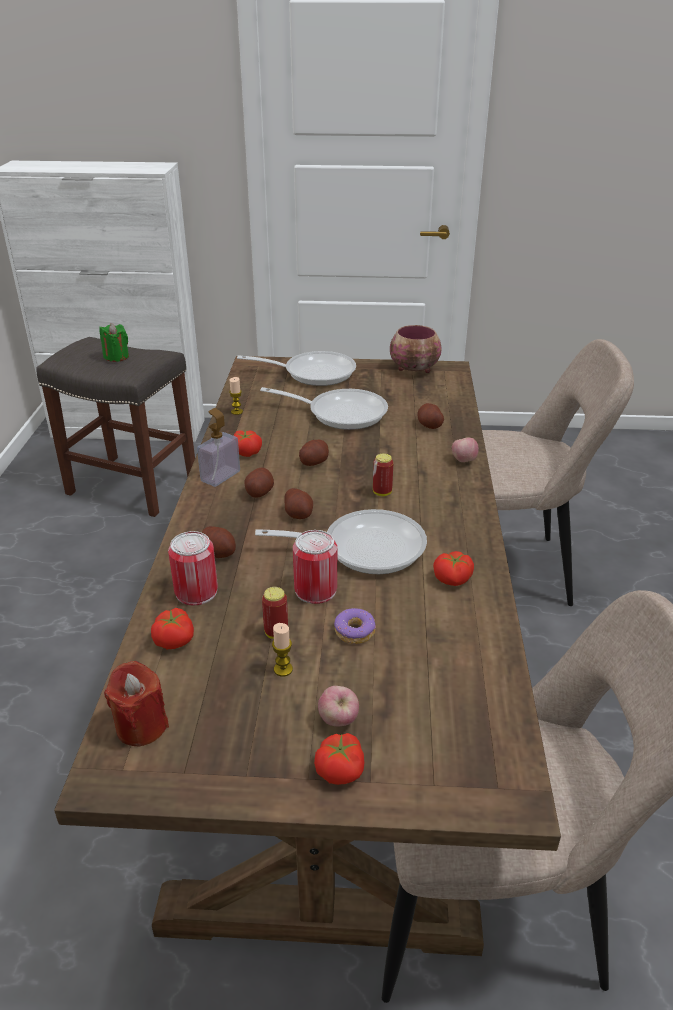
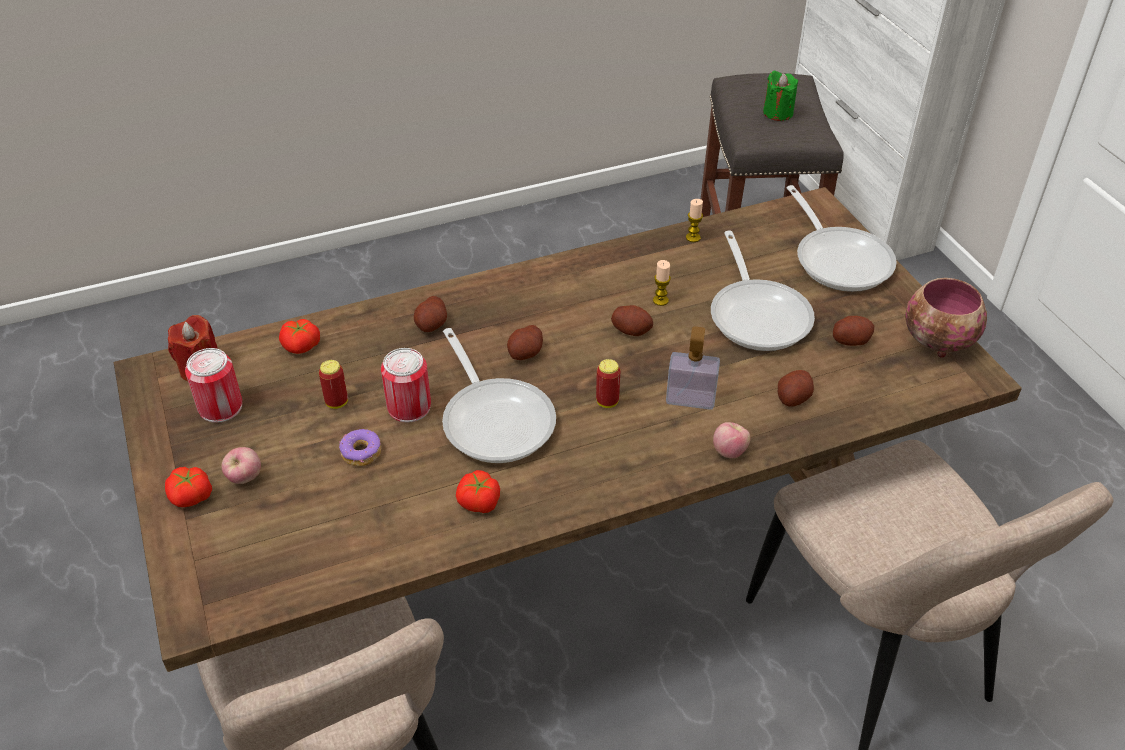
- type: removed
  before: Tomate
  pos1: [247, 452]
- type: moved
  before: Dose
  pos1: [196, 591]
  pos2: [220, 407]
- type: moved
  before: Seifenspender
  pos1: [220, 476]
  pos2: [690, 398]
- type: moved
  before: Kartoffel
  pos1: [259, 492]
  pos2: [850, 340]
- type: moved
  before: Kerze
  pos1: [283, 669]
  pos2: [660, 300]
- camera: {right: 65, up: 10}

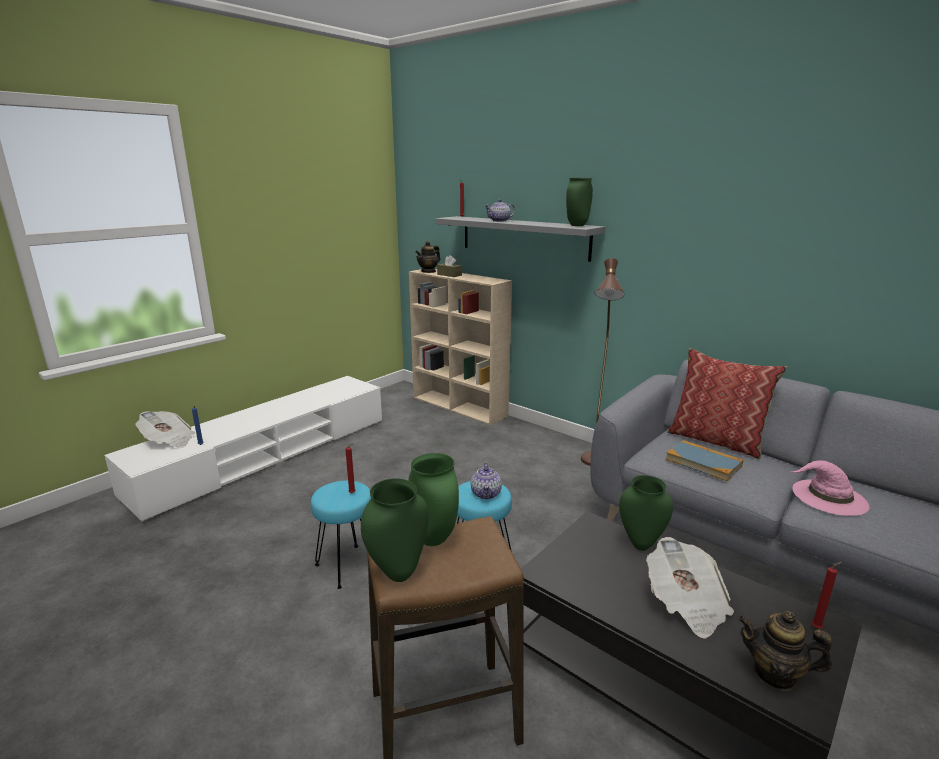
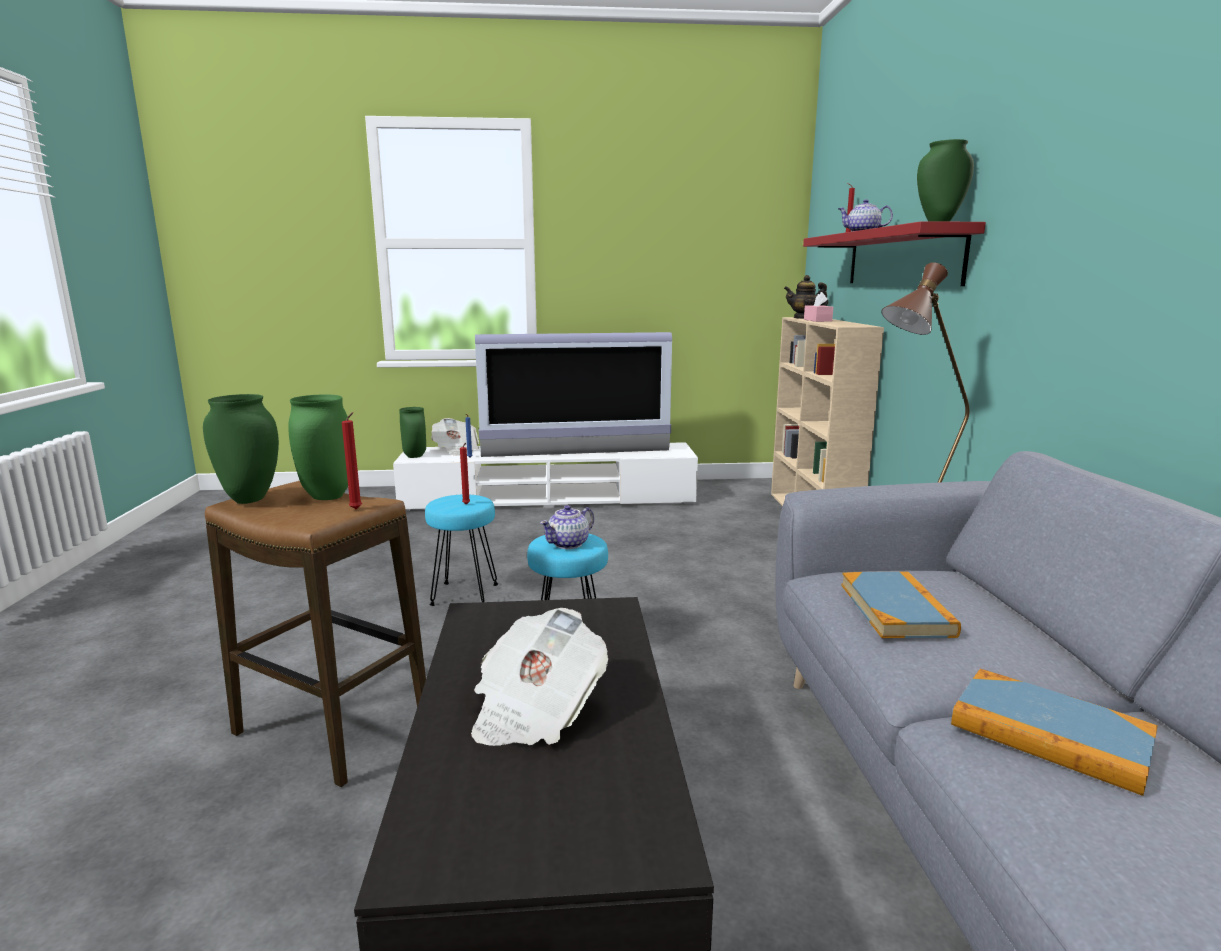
- type: removed
  before: Kissen
  pos1: [716, 440]
- type: removed
  before: Teekanne
  pos1: [775, 674]
- type: added
  after: Fernseher
  pos2: [576, 453]
- type: moved
  before: Vase [grün]
  pos1: [640, 545]
  pos2: [414, 456]
- type: moved
  before: Kerze [rot]
  pos1: [817, 628]
  pos2: [357, 509]
- type: replaced
  before: Hut [rosa]
  after: Buch
  pos1: [828, 497]
  pos2: [1050, 734]
- type: recoloured
  before: Wandregal [grau]
  after: Wandregal [rot]
  pos1: [523, 237]
  pos2: [901, 258]
- type: recoloured
  before: Taschentuchbox [braun]
  after: Taschentuchbox [rosa]
  pos1: [449, 275]
  pos2: [817, 320]
- camera: {right: 45, up: -5}

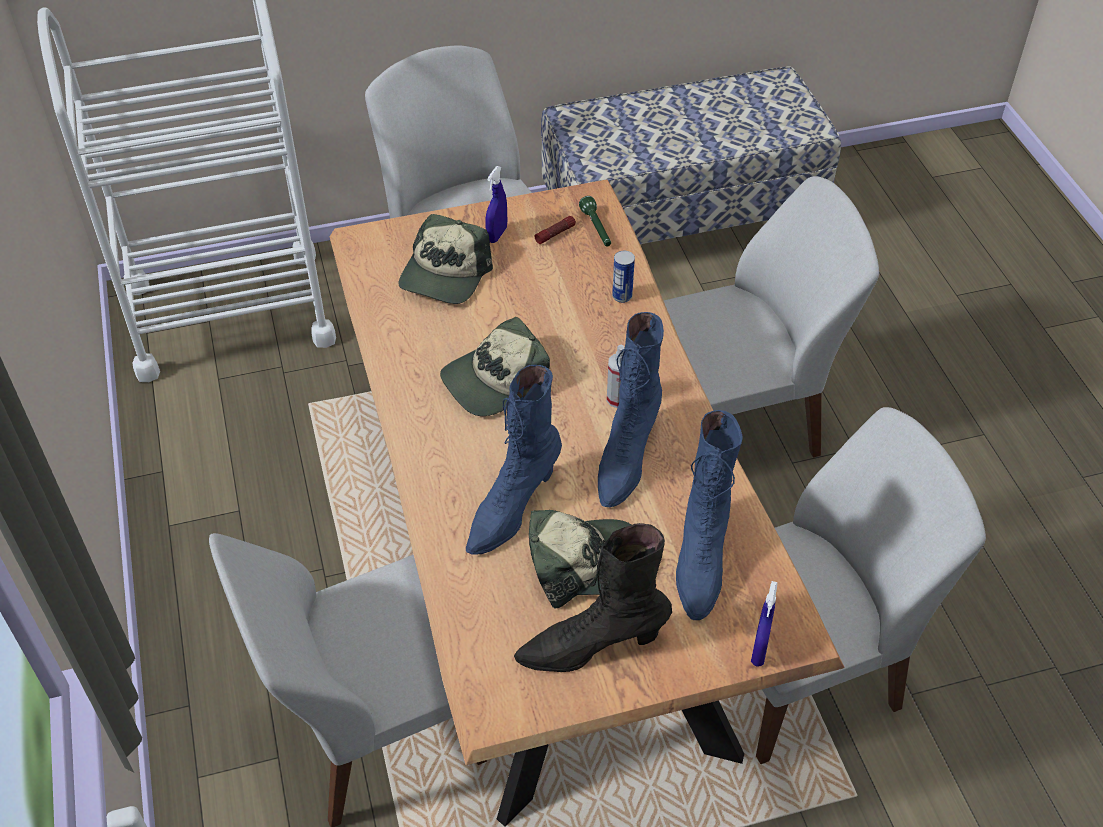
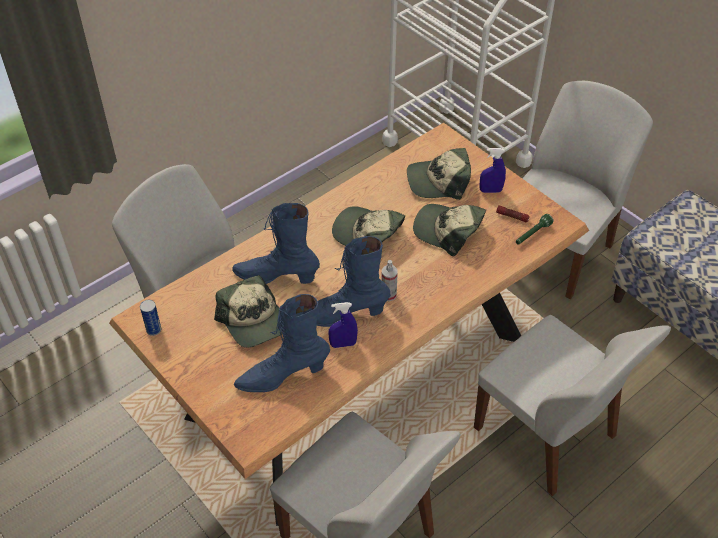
- type: removed
  before: Stiefel [schwarz]
  pos1: [591, 646]
- type: added
  after: Kappe
  pos2: [448, 231]
- type: moved
  before: Dose
  pos1: [622, 296]
  pos2: [154, 330]
- type: moved
  before: Sprühflasche [blau]
  pos1: [759, 650]
  pos2: [343, 344]
- camera: {right: 65, up: 0}

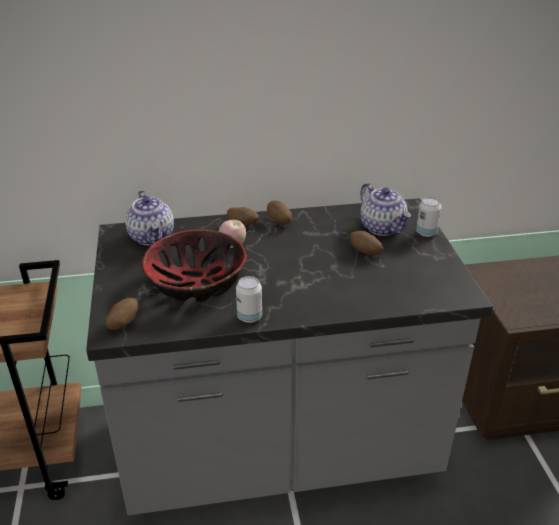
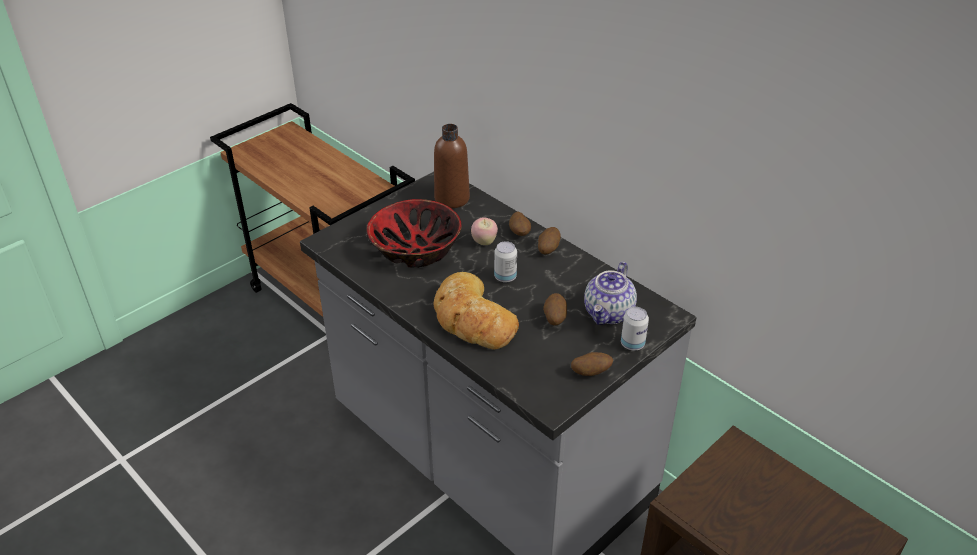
- type: added
  after: Brot
  pos2: [472, 319]
- type: moved
  before: Kartoffel
  pos1: [123, 323]
  pos2: [591, 372]
- type: moved
  before: Dose
  pos1: [249, 317]
  pos2: [505, 277]
- type: replaced
  before: Teekanne
  after: Flasche [braun]
  pos1: [152, 237]
  pos2: [452, 198]
- camera: {right: 55, up: 5}

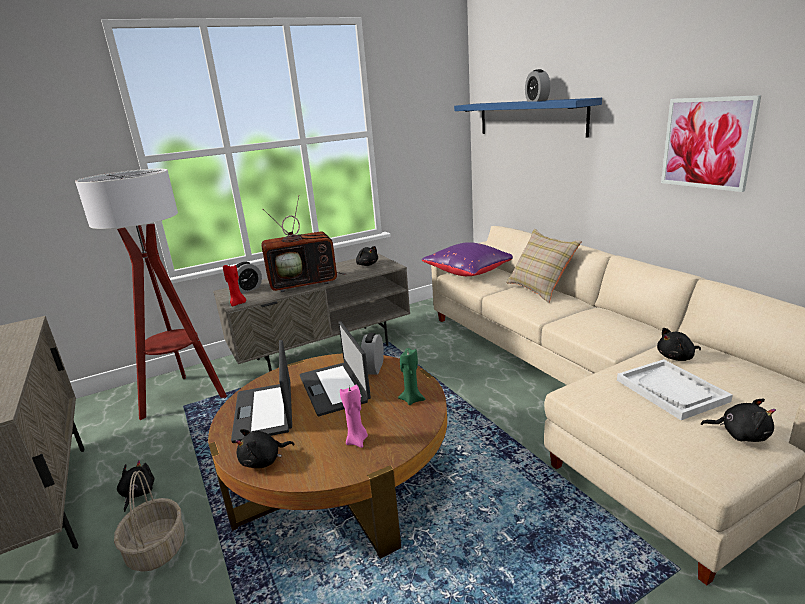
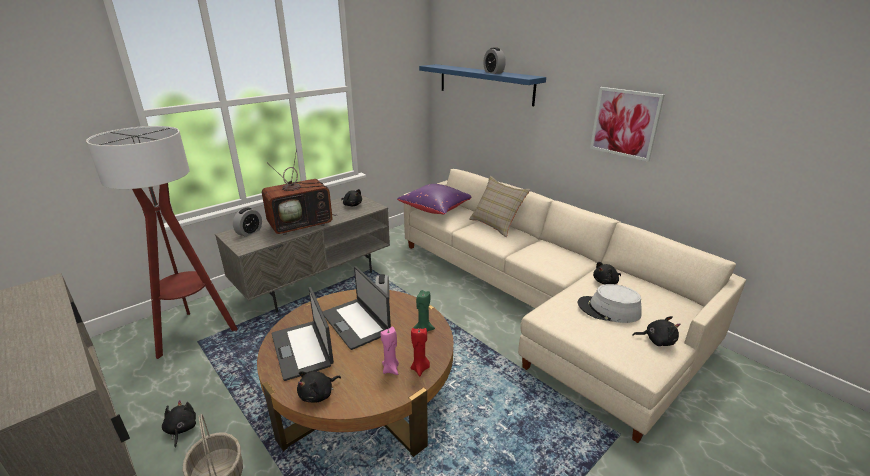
- type: moved
  before: Kerze [rot]
  pos1: [238, 303]
  pos2: [420, 368]
- type: replaced
  before: Tablett [weiß]
  after: Hut [grau]
  pos1: [671, 390]
  pos2: [608, 310]
- camera: {right: -15, up: 5}

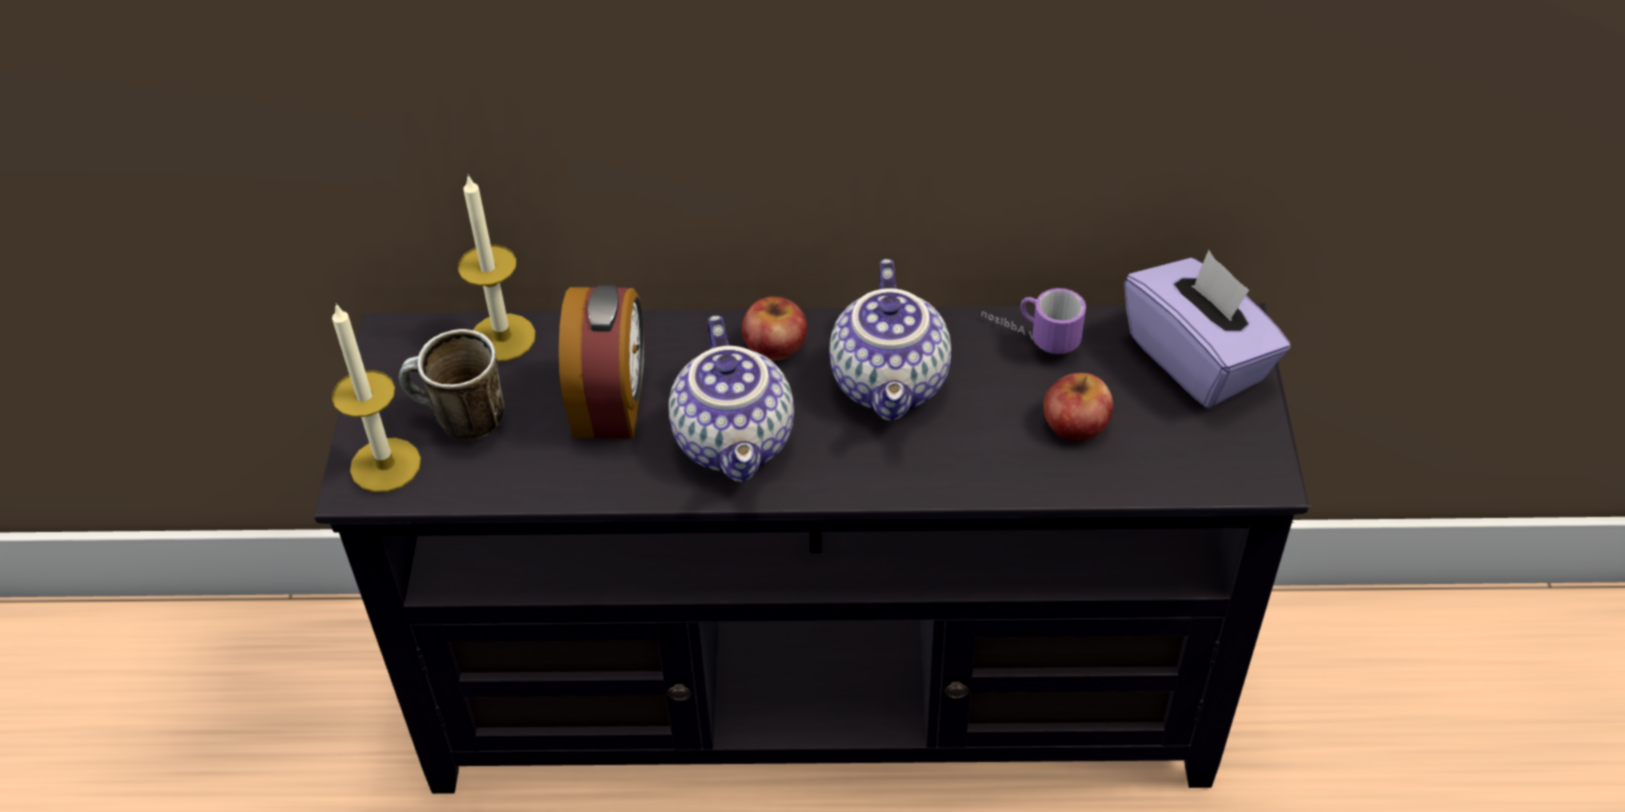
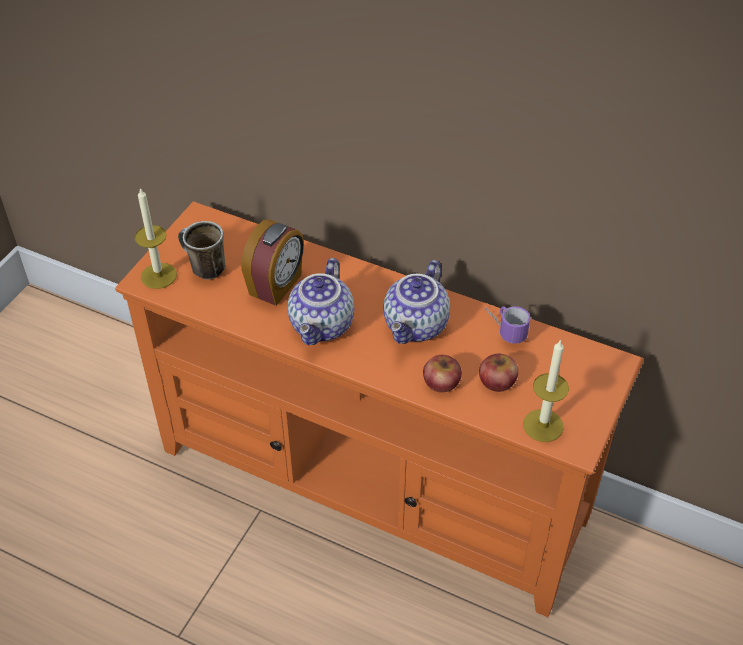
- type: removed
  before: Taschentuchbox [lila]
  pos1: [1198, 359]
- type: moved
  before: Kerze
  pos1: [502, 337]
  pos2: [543, 425]
- type: moved
  before: Apfel
  pos1: [775, 344]
  pos2: [441, 382]
- type: recoloured
  before: Fernsehschrank [schwarz]
  after: Fernsehschrank [orange]
  pos1: [820, 695]
  pos2: [372, 483]
- camera: {right: 25, up: 0}

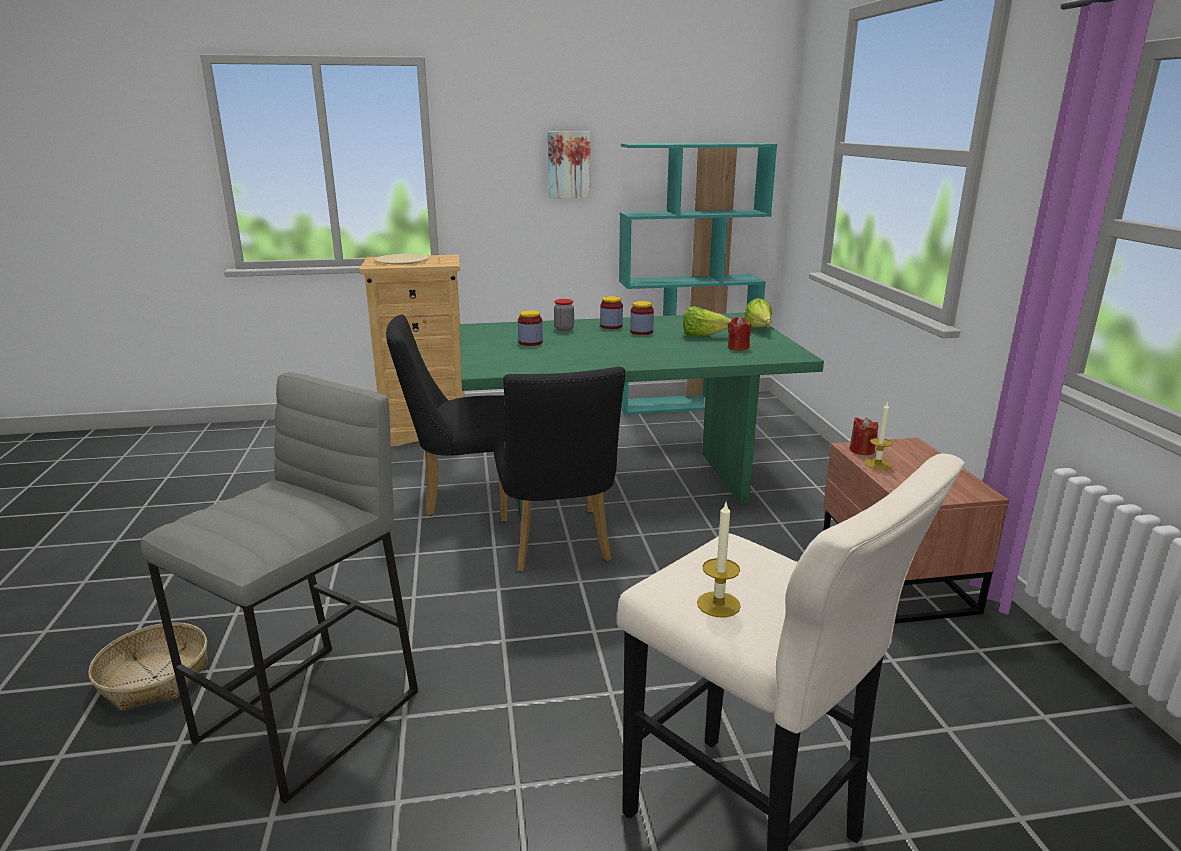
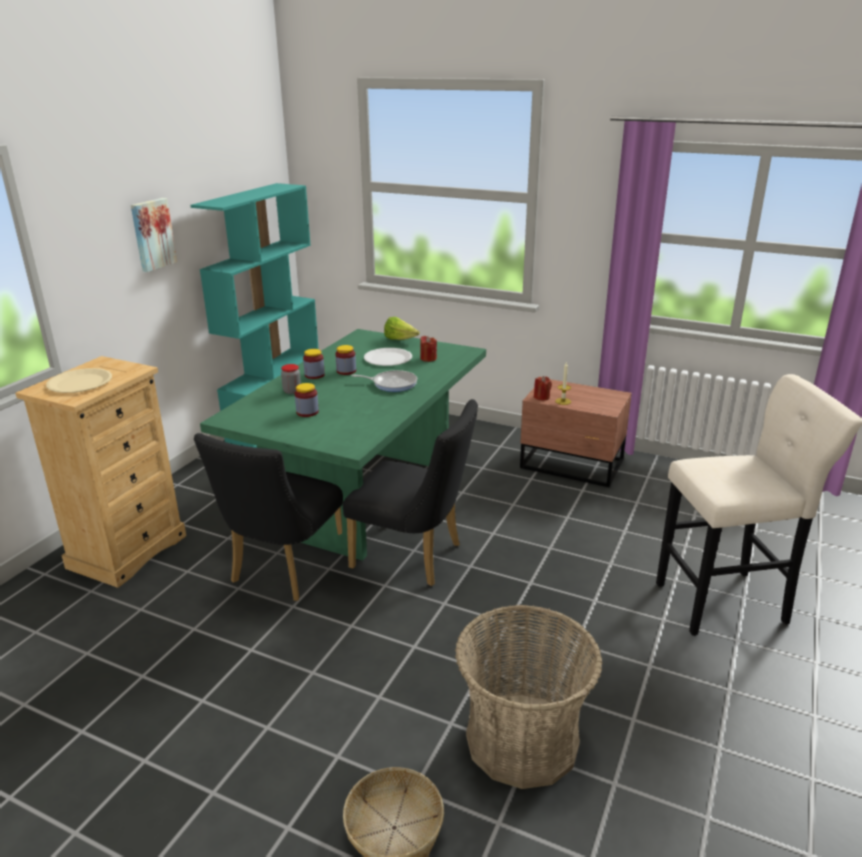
- type: removed
  before: Kerze
  pos1: [718, 604]
- type: added
  after: Pfanne
  pos2: [392, 384]
- type: replaced
  before: Hocker [grau]
  after: Korb
  pos1: [311, 717]
  pos2: [522, 740]
- type: replaced
  before: Salatkopf
  after: Teller [weiß]
  pos1: [702, 336]
  pos2: [388, 358]
- camera: {right: -55, up: 5}

